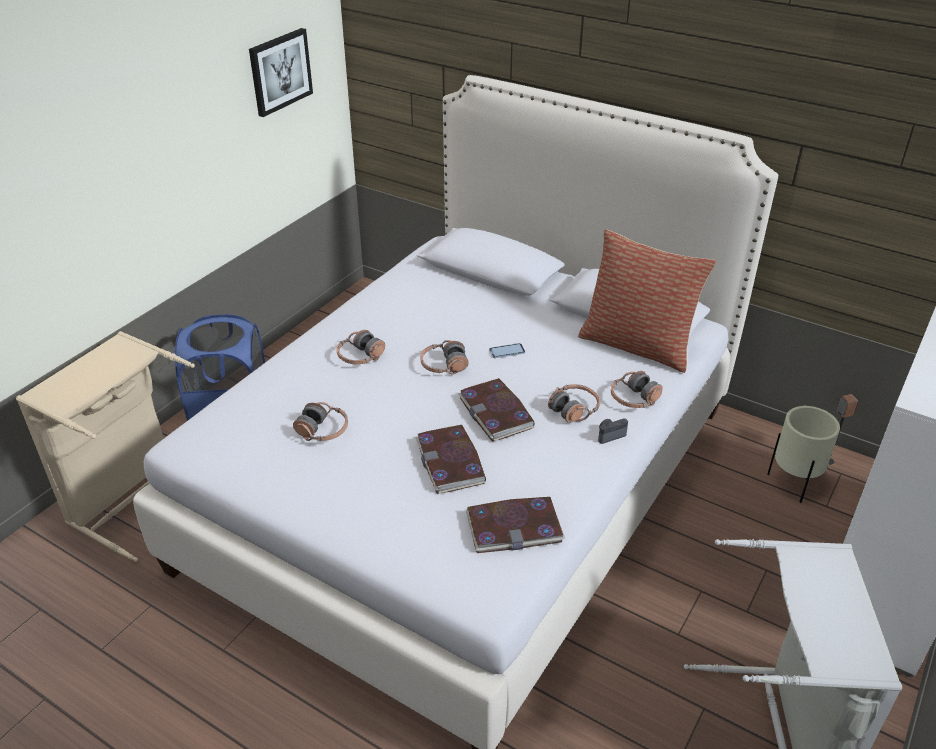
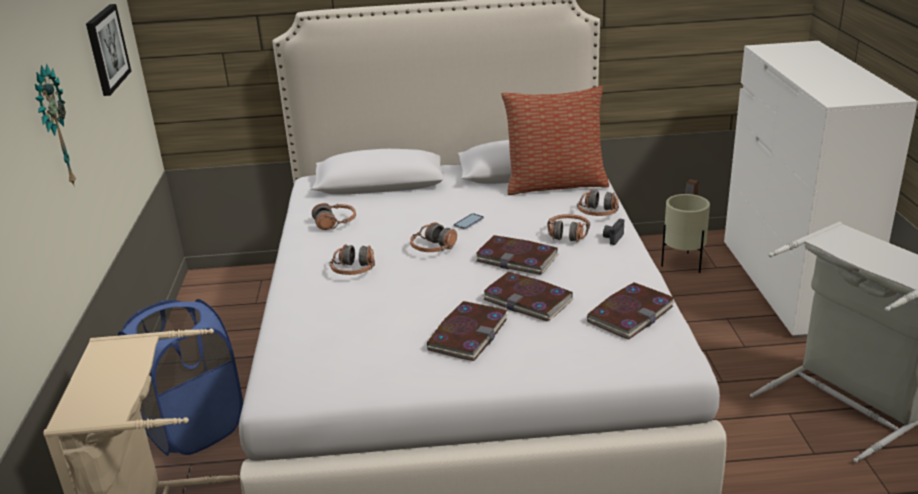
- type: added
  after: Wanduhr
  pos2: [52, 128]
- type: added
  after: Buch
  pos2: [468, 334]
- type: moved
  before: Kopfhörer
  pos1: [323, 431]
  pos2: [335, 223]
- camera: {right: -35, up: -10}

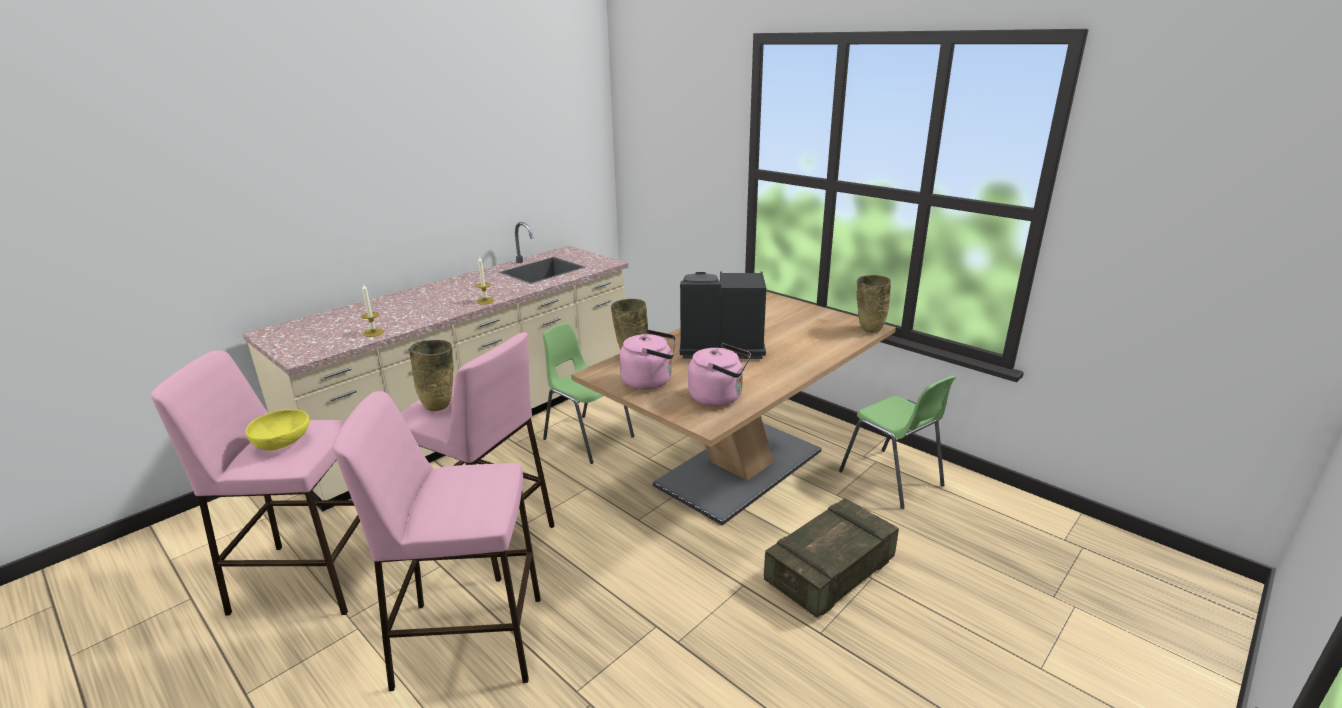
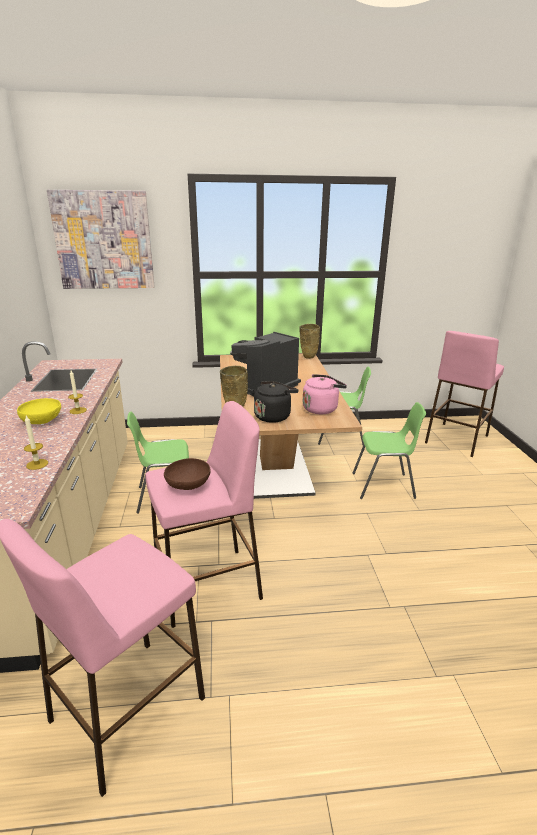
- type: added
  after: Bild
  pos2: [104, 240]
- type: moved
  before: Schüssel [gelb]
  pos1: [283, 443]
  pos2: [42, 421]
- type: moved
  before: Hocker [rosa]
  pos1: [468, 641]
  pos2: [456, 439]
- type: replaced
  before: Vase [beige]
  after: Schüssel [braun]
  pos1: [440, 406]
  pos2: [188, 486]
- type: replaced
  before: Kiste
  after: Stuhl [grün]
  pos1: [829, 572]
  pos2: [384, 486]
- type: recoloured
  before: Wasserkessel [rosa]
  after: Wasserkessel [schwarz]
  pos1: [650, 381]
  pos2: [273, 416]
- camera: {right: -50, up: 0}

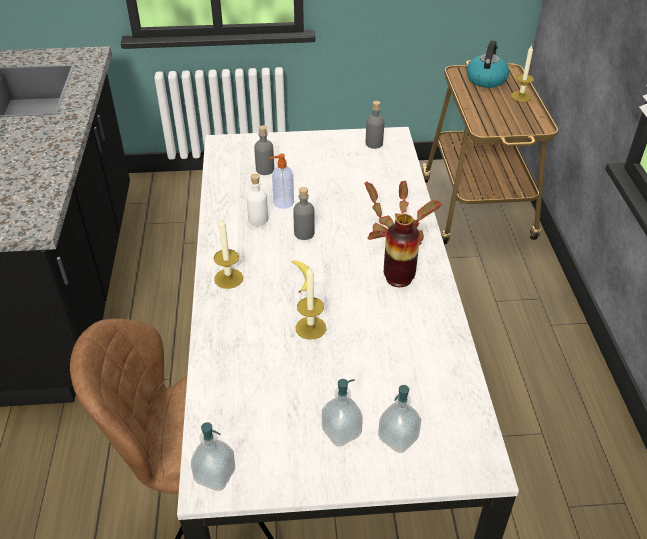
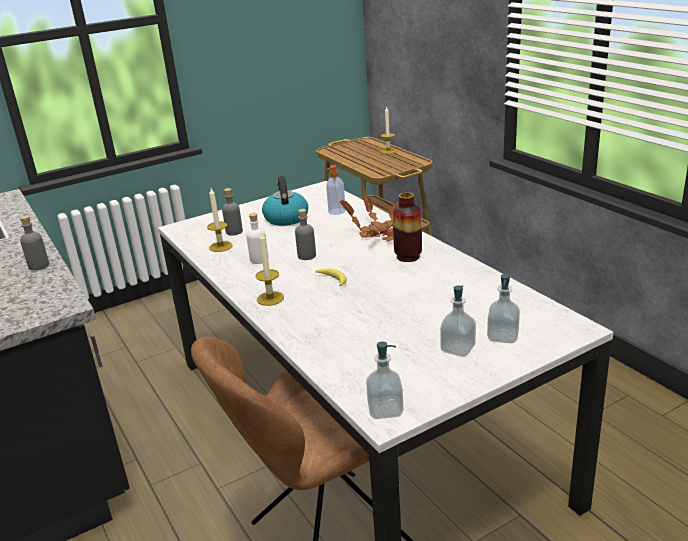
- type: moved
  before: Seifenspender
  pos1: [283, 203]
  pos2: [336, 212]
- type: moved
  before: Kerze
  pos1: [310, 328]
  pos2: [220, 246]
- type: moved
  before: Flasche [grau]
  pos1: [374, 144]
  pos2: [39, 265]
- type: moved
  before: Wasserkessel
  pos1: [486, 79]
  pos2: [286, 218]
- camera: {right: -25, up: -15}

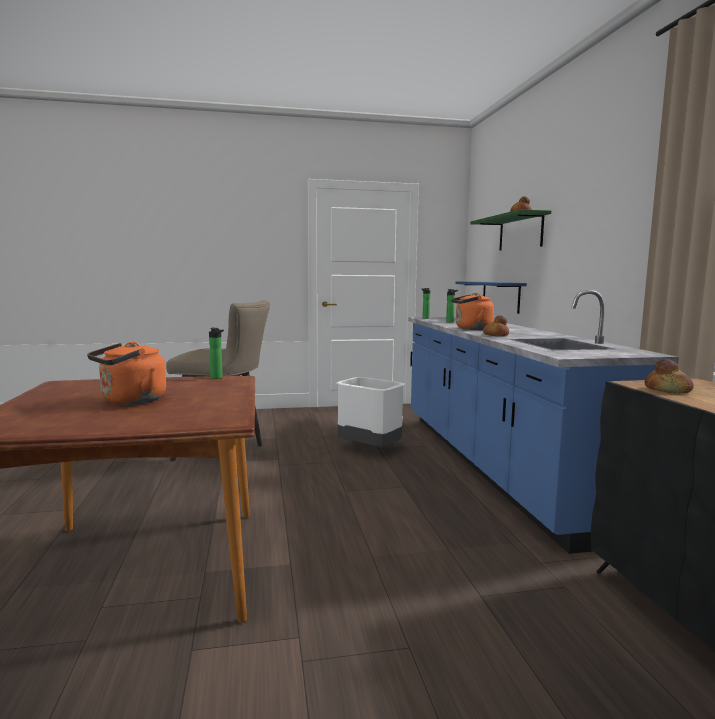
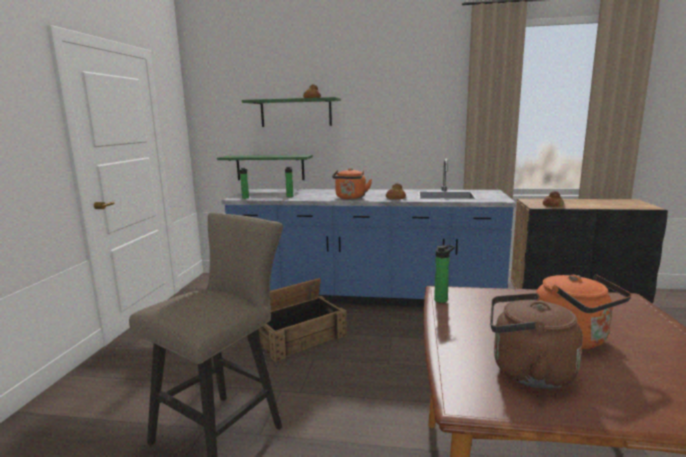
- type: added
  after: Wasserkessel [braun]
  pos2: [527, 372]
- type: replaced
  before: Mülleimer [weiß]
  after: Kiste
  pos1: [370, 450]
  pos2: [296, 335]
- type: recoloured
  before: Wandregal [blau]
  after: Wandregal [grün]
  pos1: [500, 296]
  pos2: [270, 167]
- camera: {right: -70, up: 5}

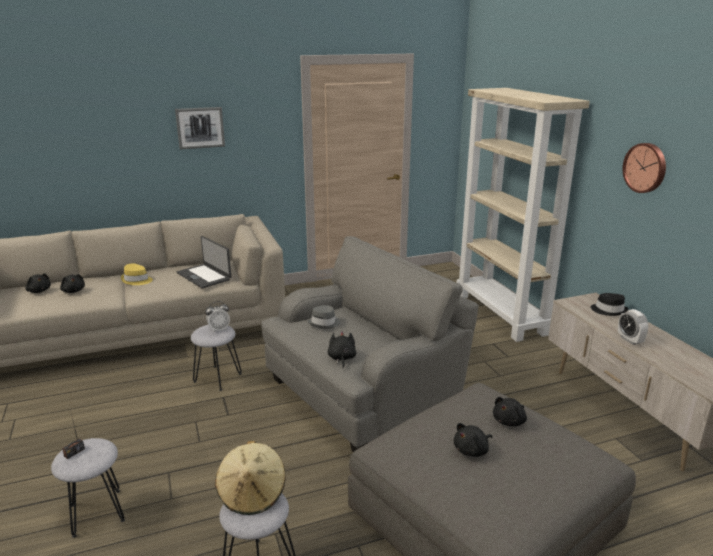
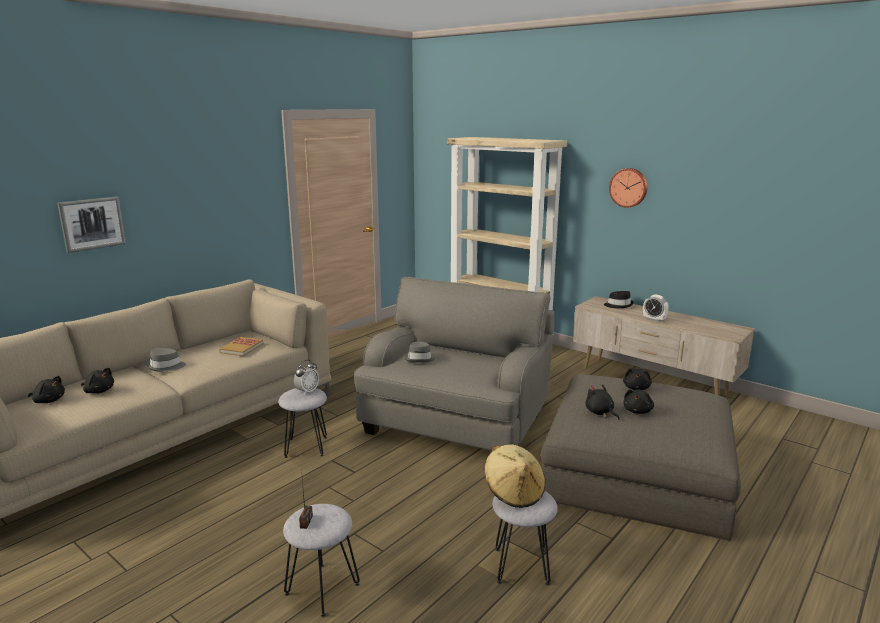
- type: moved
  before: Bild
  pos1: [200, 127]
  pos2: [92, 223]
- type: moved
  before: Plüschtier [schwarz]
  pos1: [341, 358]
  pos2: [600, 413]
- type: replaced
  before: Laptop
  after: Buch
  pos1: [204, 276]
  pos2: [241, 348]
- type: recoloured
  before: Hut [gelb]
  after: Hut [grau]
  pos1: [136, 280]
  pos2: [166, 366]
- camera: {right: -30, up: -5}

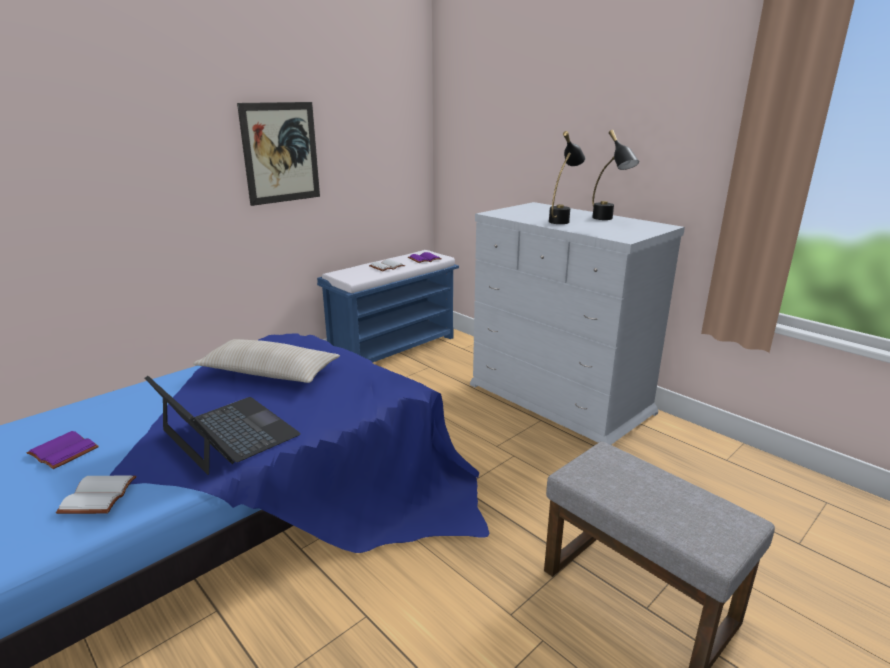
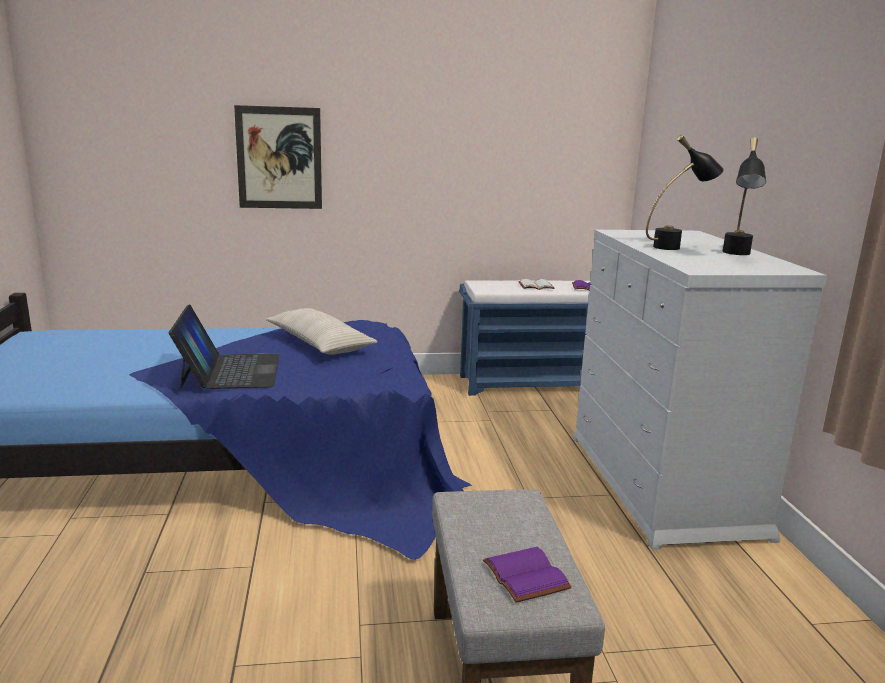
- type: removed
  before: Buch [weiß]
  pos1: [99, 496]
- type: moved
  before: Buch [lila]
  pos1: [61, 452]
  pos2: [523, 575]
- type: moved
  before: Bild
  pos1: [281, 153]
  pos2: [279, 158]
- camera: {right: 35, up: -5}

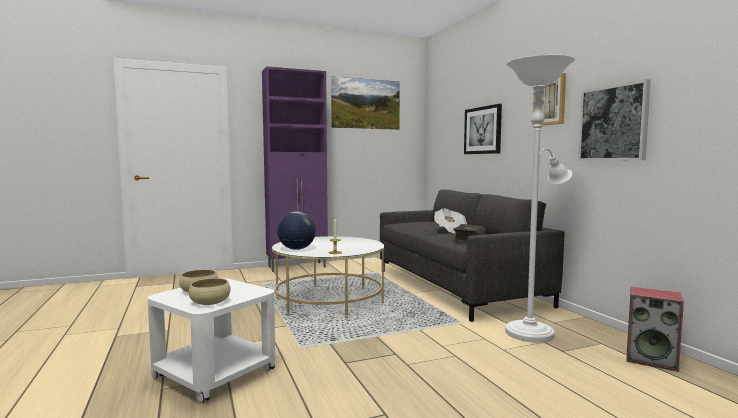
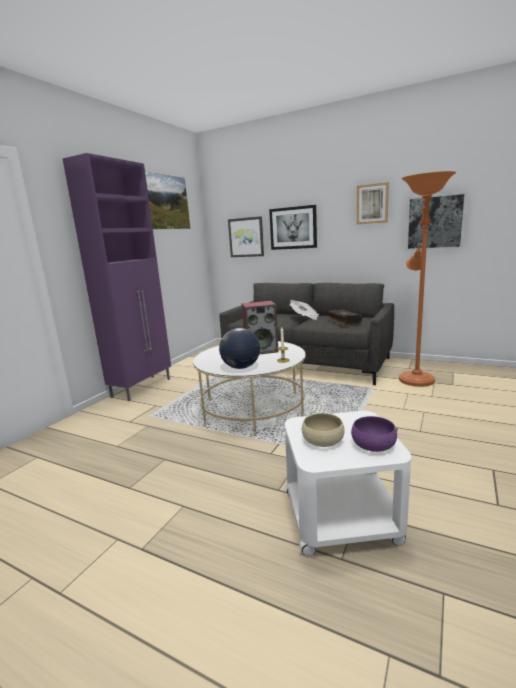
- type: added
  after: Bild
  pos2: [246, 237]
- type: moved
  before: Lautsprecher
  pos1: [652, 360]
  pos2: [261, 350]
- type: recoloured
  before: Schüssel [beige]
  after: Schüssel [lila]
  pos1: [210, 302]
  pos2: [373, 445]
- type: recoloured
  before: Stehlampe [weiß]
  after: Stehlampe [orange]
  pos1: [532, 331]
  pos2: [415, 378]
- camera: {right: -40, up: 10}

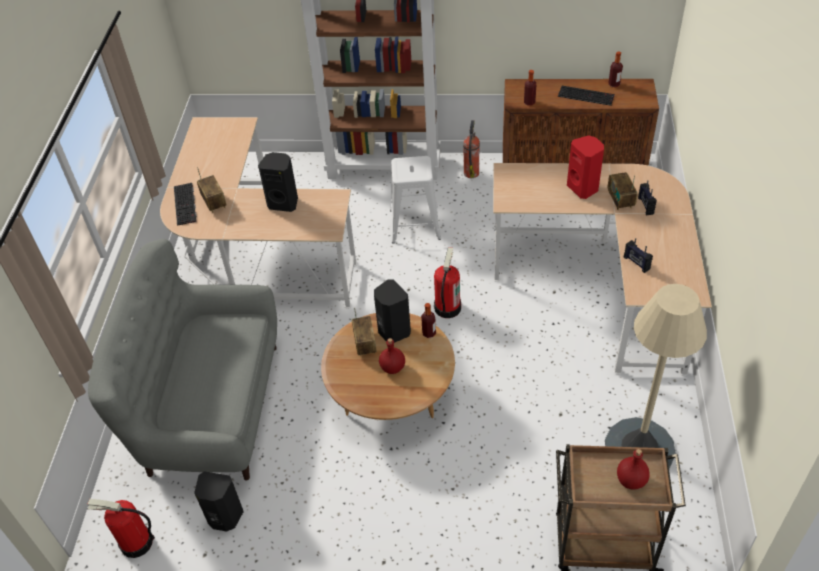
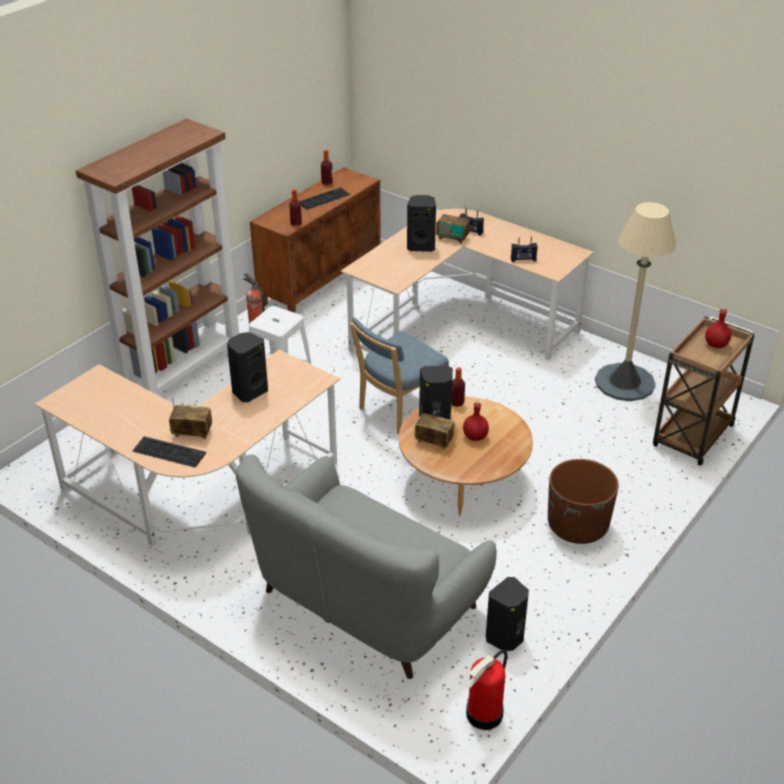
- type: added
  after: Pflanzkübel [braun]
  pos2: [577, 525]
- type: replaced
  before: Feuerlöscher
  after: Stuhl [blau]
  pos1: [447, 307]
  pos2: [398, 410]
- type: recoloured
  before: Lautsprecher [rot]
  after: Lautsprecher [schwarz]
  pos1: [583, 188]
  pos2: [421, 246]
- camera: {right: -60, up: -10}

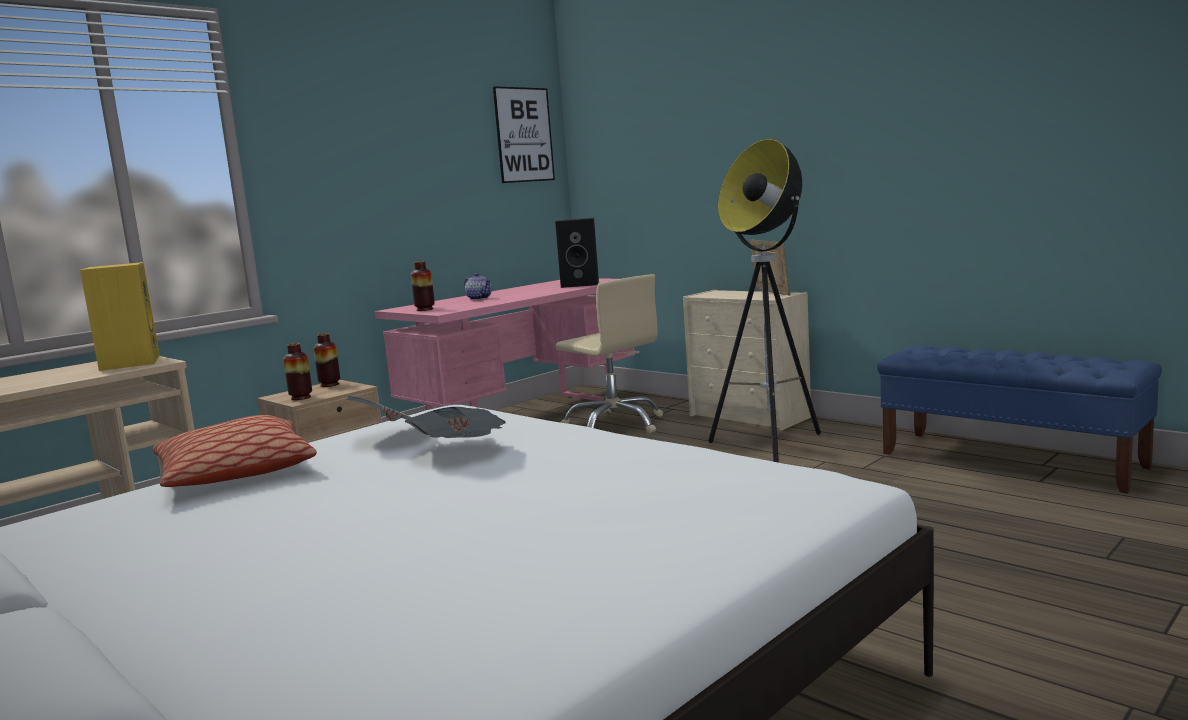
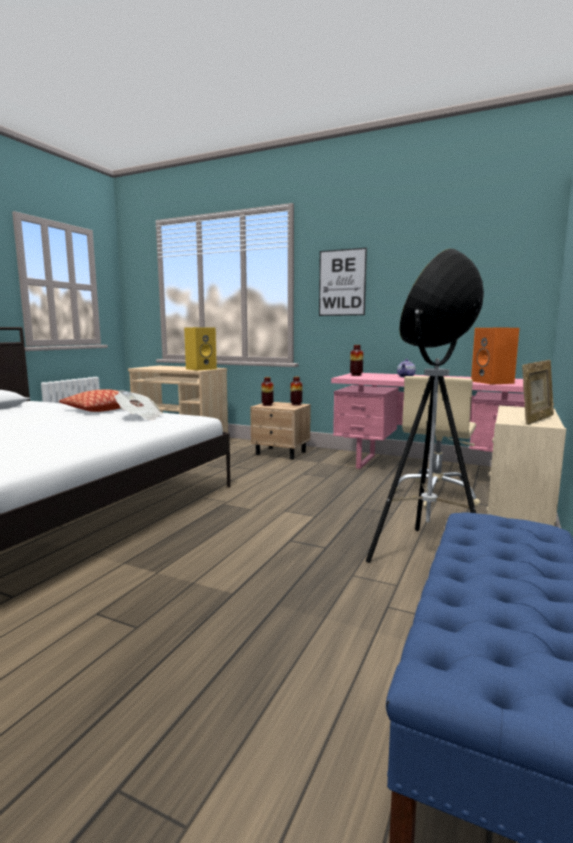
- type: removed
  before: Zeitung
  pos1: [461, 450]
- type: moved
  before: Bild
  pos1: [524, 135]
  pos2: [342, 283]
- type: recoloured
  before: Lautsprecher [schwarz]
  after: Lautsprecher [orange]
  pos1: [581, 284]
  pos2: [493, 382]
- camera: {right: 70, up: 0}

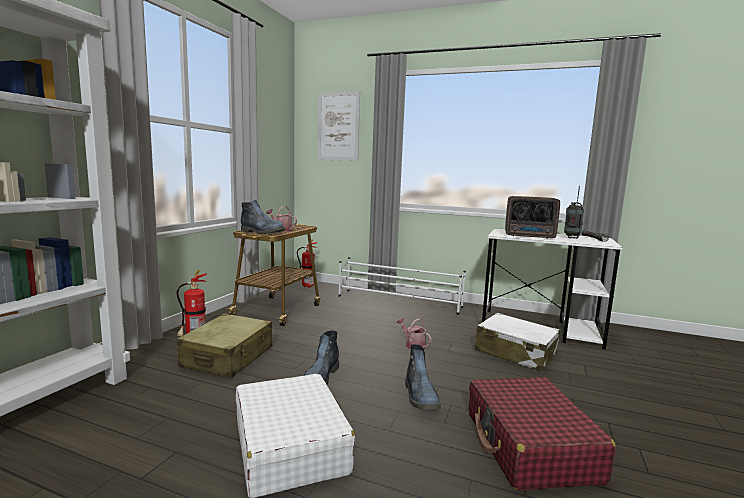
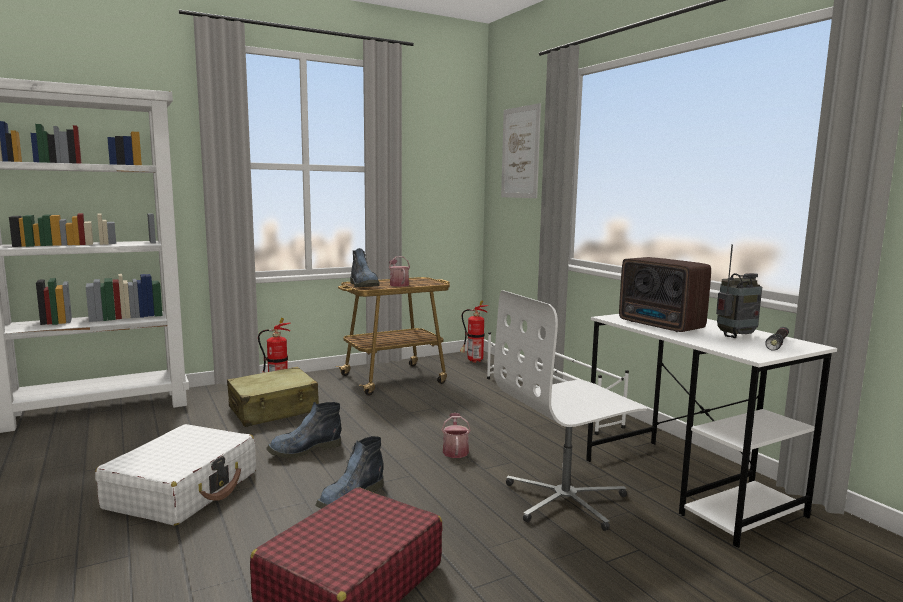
- type: replaced
  before: Koffer [weiß]
  after: Bürostuhl [weiß]
  pos1: [515, 353]
  pos2: [566, 500]
- camera: {right: 40, up: 0}

